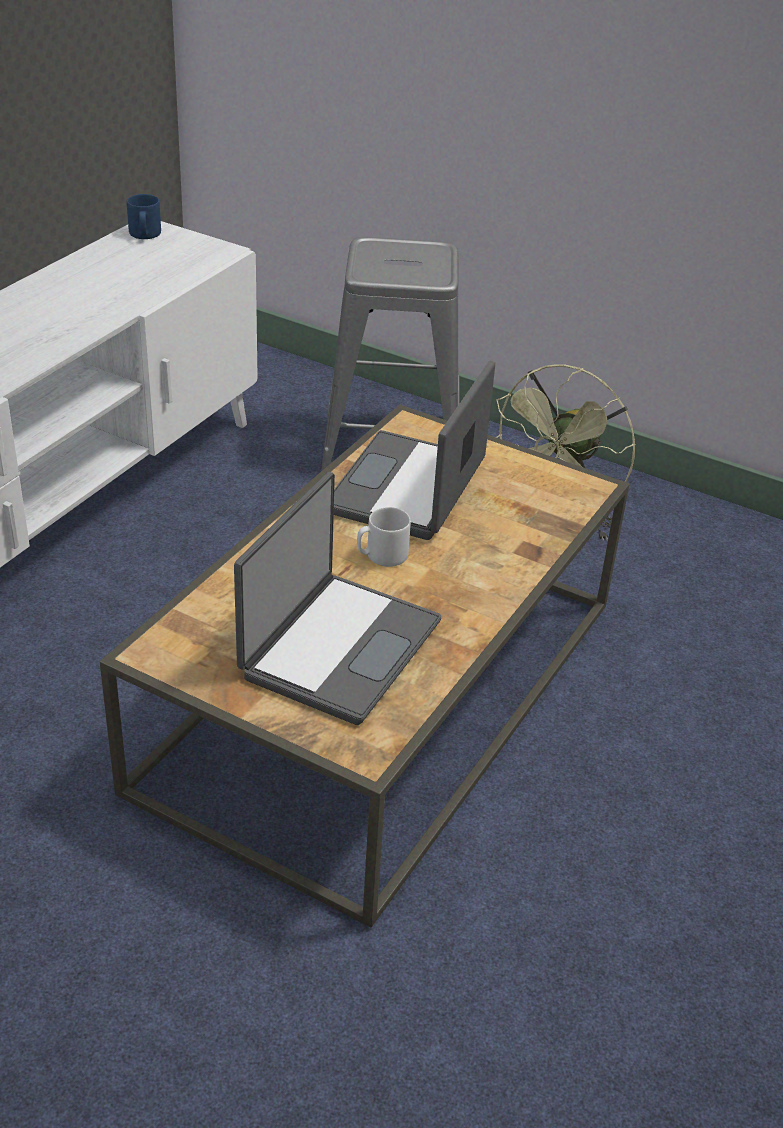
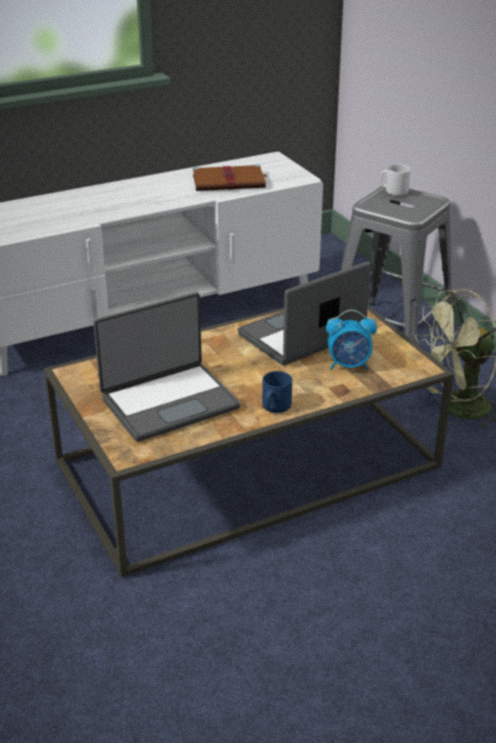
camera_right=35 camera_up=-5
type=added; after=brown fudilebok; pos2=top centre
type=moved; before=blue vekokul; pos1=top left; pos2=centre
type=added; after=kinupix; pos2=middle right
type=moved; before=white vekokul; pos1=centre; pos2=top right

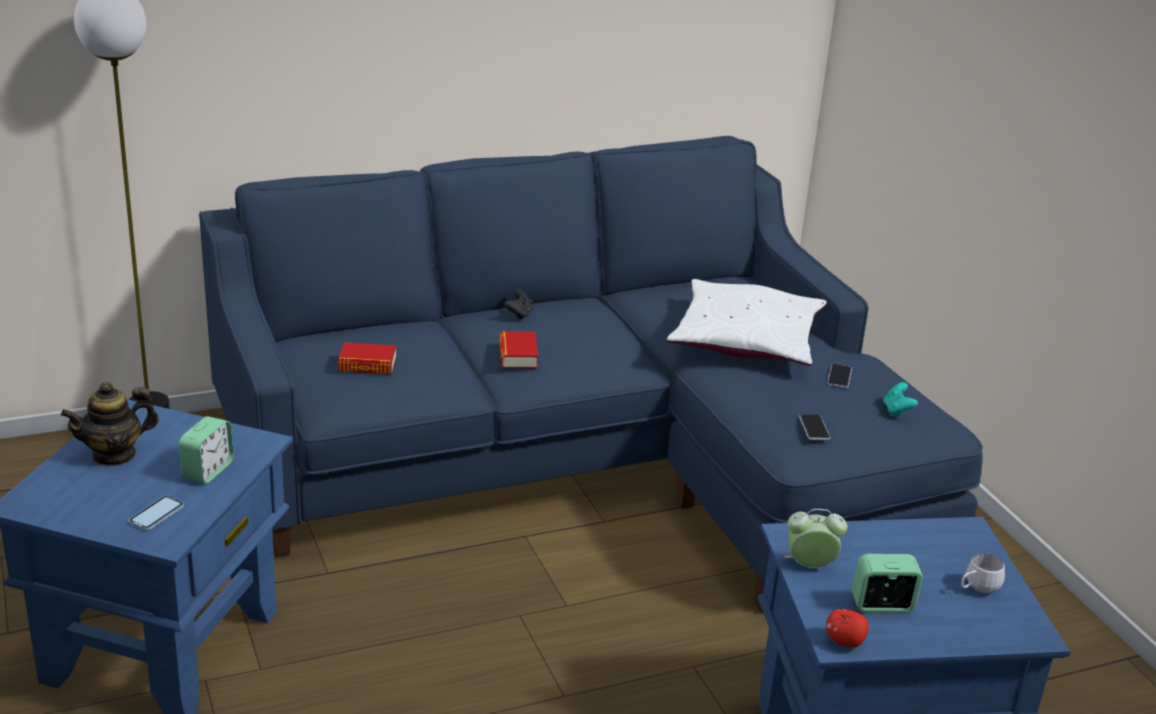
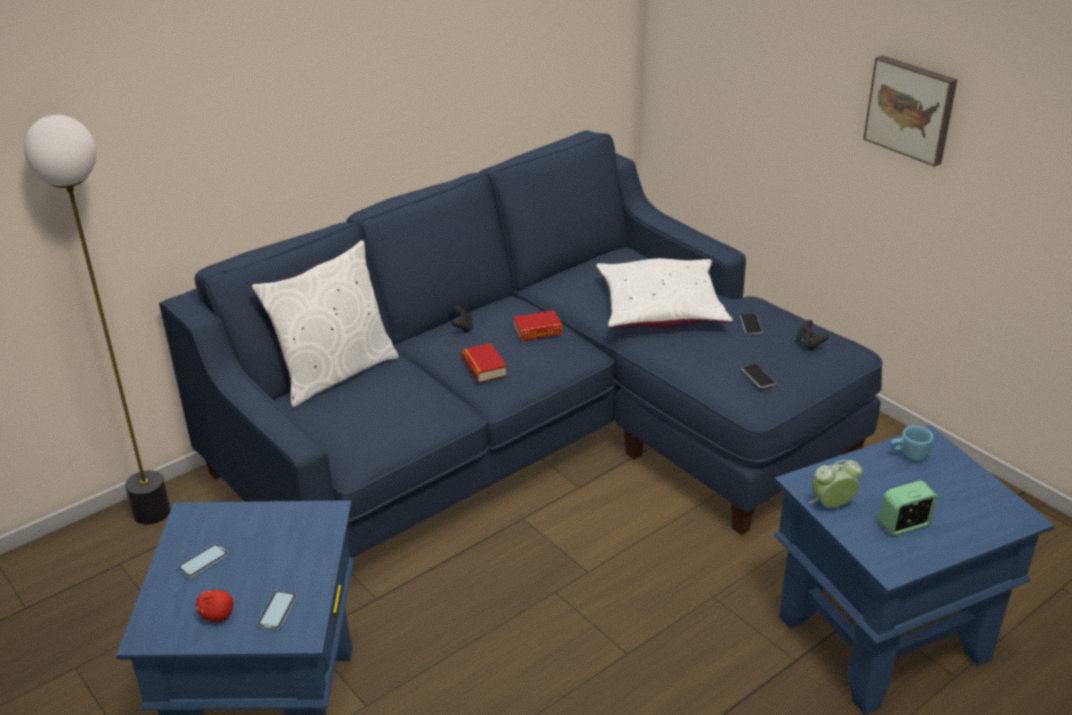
camera_right=-15 camera_up=5
type=replaced; before=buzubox; after=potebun (1st from left); pos1=middle left; pos2=bottom left
type=moved; before=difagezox; pos1=bottom right; pos2=bottom left
type=added; after=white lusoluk (1st from left); pos2=middle left
type=moved; before=fudilebok (1st from left in the first image); after=fudilebok (2nd from left); pos1=middle left; pos2=centre
type=recoloured; before=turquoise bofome; after=black bofome (2nd from left); pos1=middle right; pos2=middle right
type=added; after=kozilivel; pos2=top right
type=added; after=blue vekokul; pos2=middle right
type=removed; before=kinupix (1st from left); pos1=middle left
type=removed; before=white vekokul; pos1=bottom right

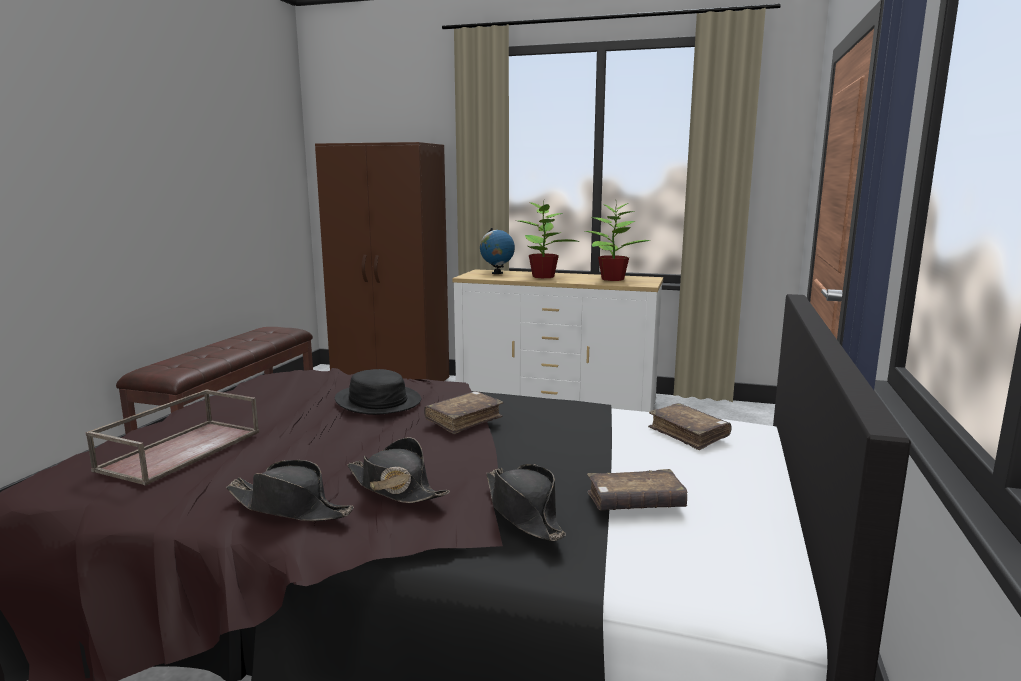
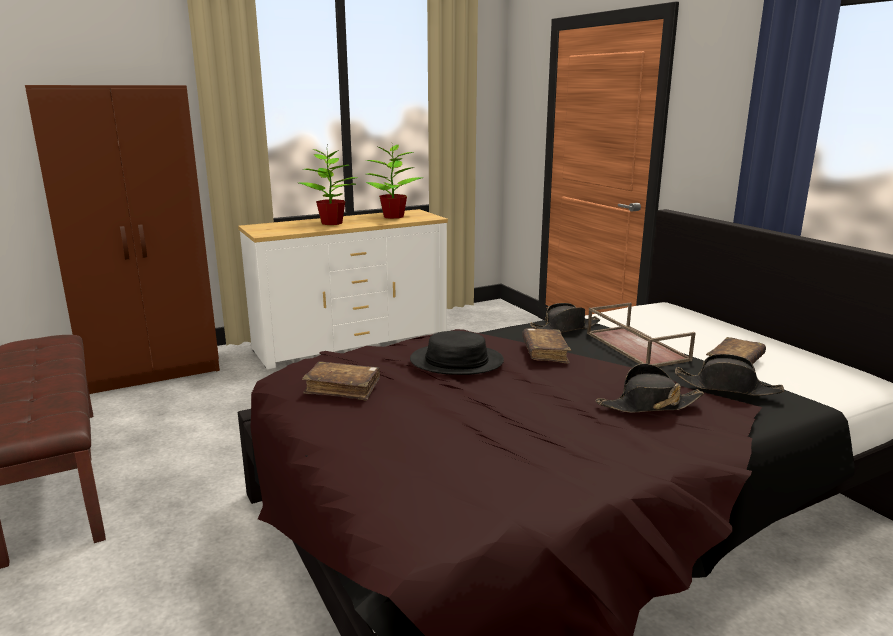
camera_right=-45 camera_up=5
type=moved; before=brown fudilebok (3rd from left in the first image); after=brown fudilebok (1st from left); pos1=middle right; pos2=centre
type=moved; before=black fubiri (1st from left in the first image); after=black fubiri (2nd from left); pos1=bottom left; pos2=centre
type=moved; before=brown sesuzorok; pos1=middle left; pos2=middle right
type=removed; before=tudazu; pos1=centre

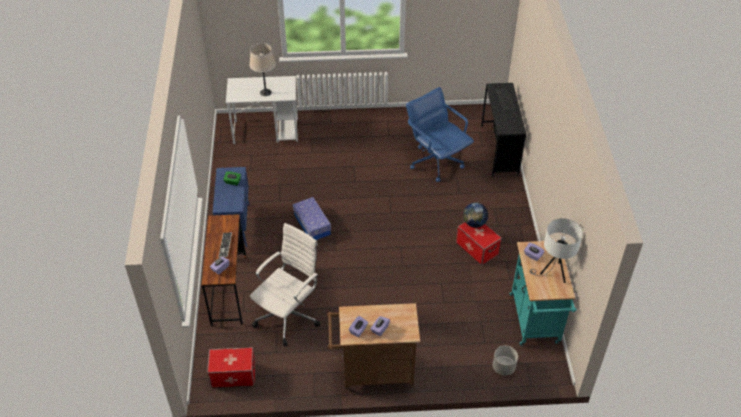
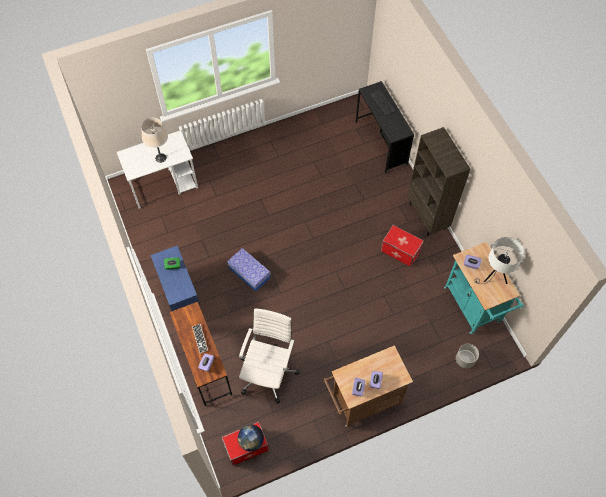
camera_right=-20 camera_up=15
type=moved; before=tudazu; pos1=centre; pos2=bottom centre
type=added; after=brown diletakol; pos2=middle right
type=removed; before=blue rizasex; pos1=top centre

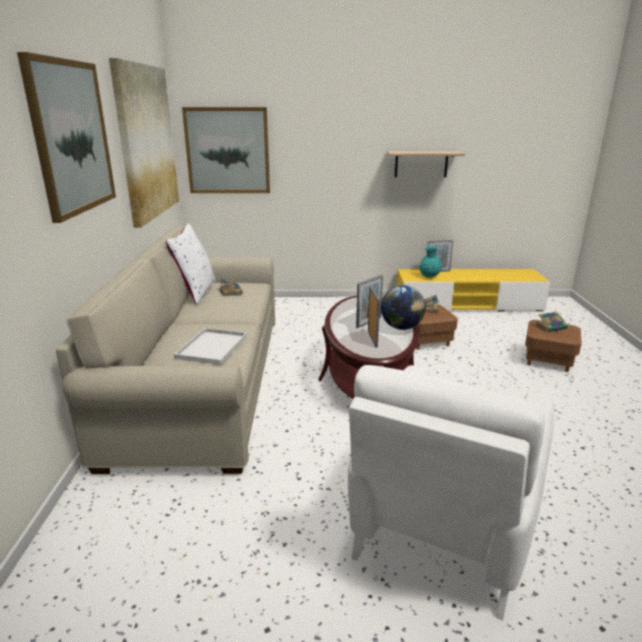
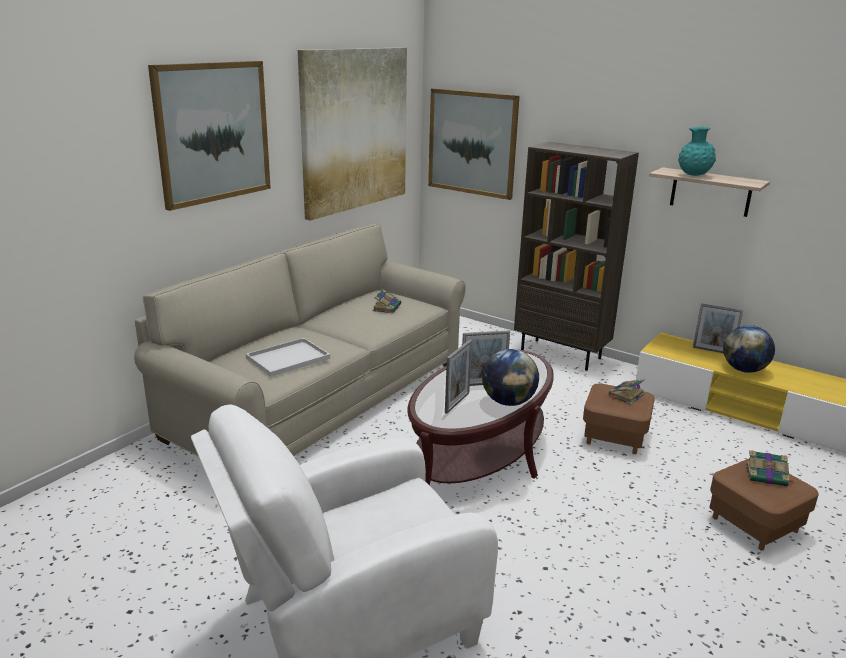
camera_right=35 camera_up=0
type=added; after=brown diletakol; pos2=middle right
type=moved; before=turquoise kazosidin; pos1=middle right; pos2=top right
type=added; after=tudazu (2nd from left); pos2=middle right
type=removed; before=white lusoluk; pos1=middle left

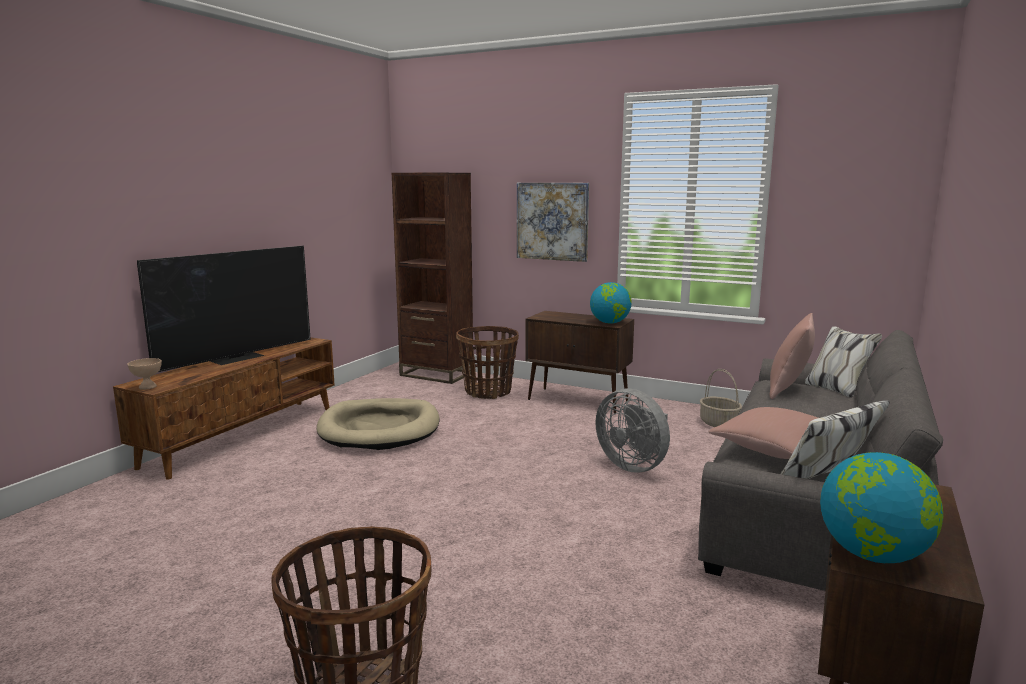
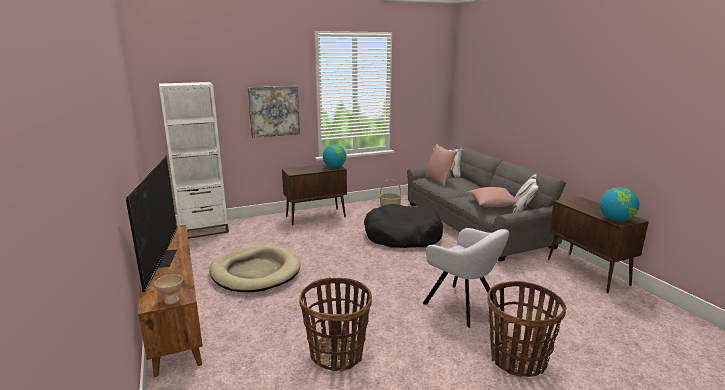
camera_right=-50 camera_up=5
type=recoloured; before=brown diletakol; after=white diletakol; pos1=centre; pos2=middle left
type=moved; before=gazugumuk (2nd from left in the first image); after=gazugumuk (1st from left); pos1=centre; pos2=bottom centre
type=replaced; before=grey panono; after=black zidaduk; pos1=centre; pos2=centre
type=added; after=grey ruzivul; pos2=bottom centre

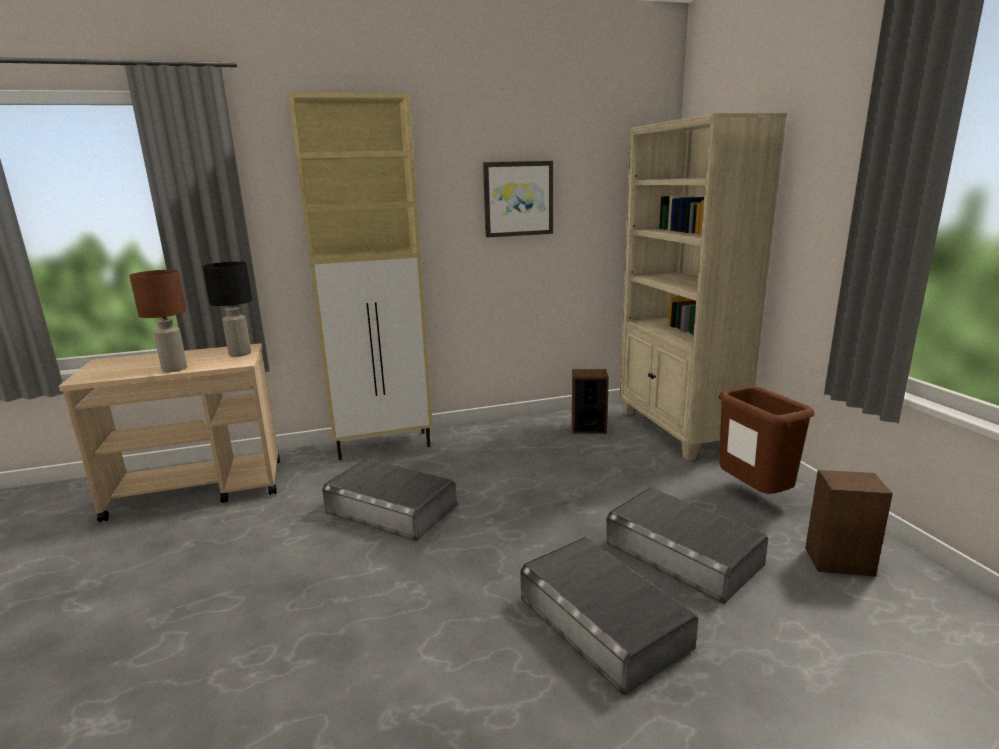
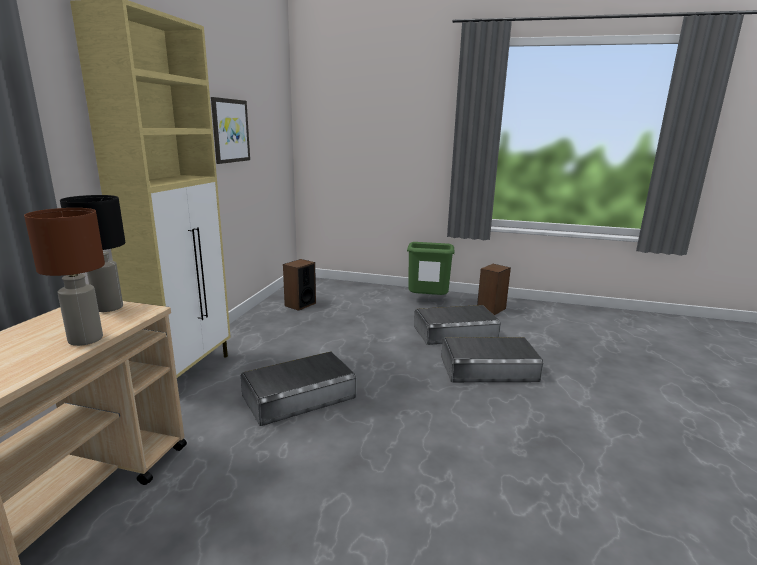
camera_right=-60 camera_up=0
type=recoloured; before=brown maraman; after=green maraman; pos1=middle right; pos2=centre
type=removed; before=beige diletakol; pos1=middle right

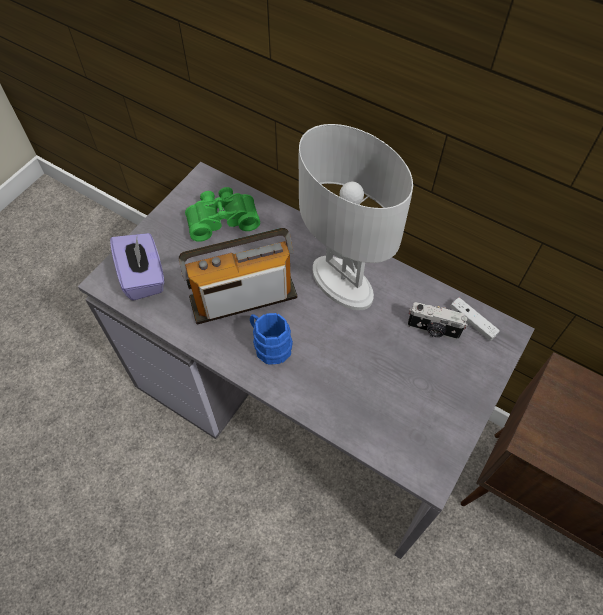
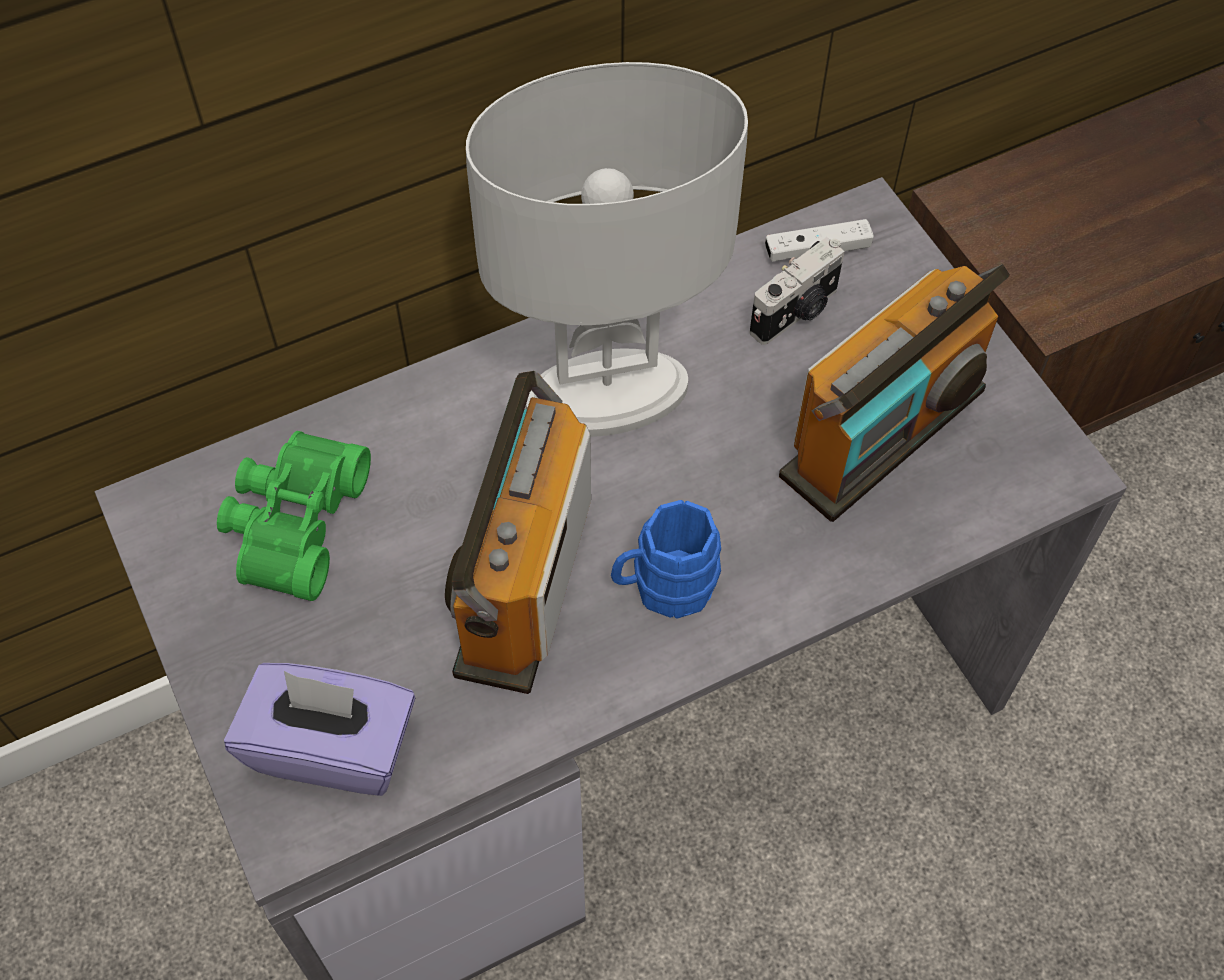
camera_right=-60 camera_up=0
type=added; after=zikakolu (2nd from left); pos2=middle right

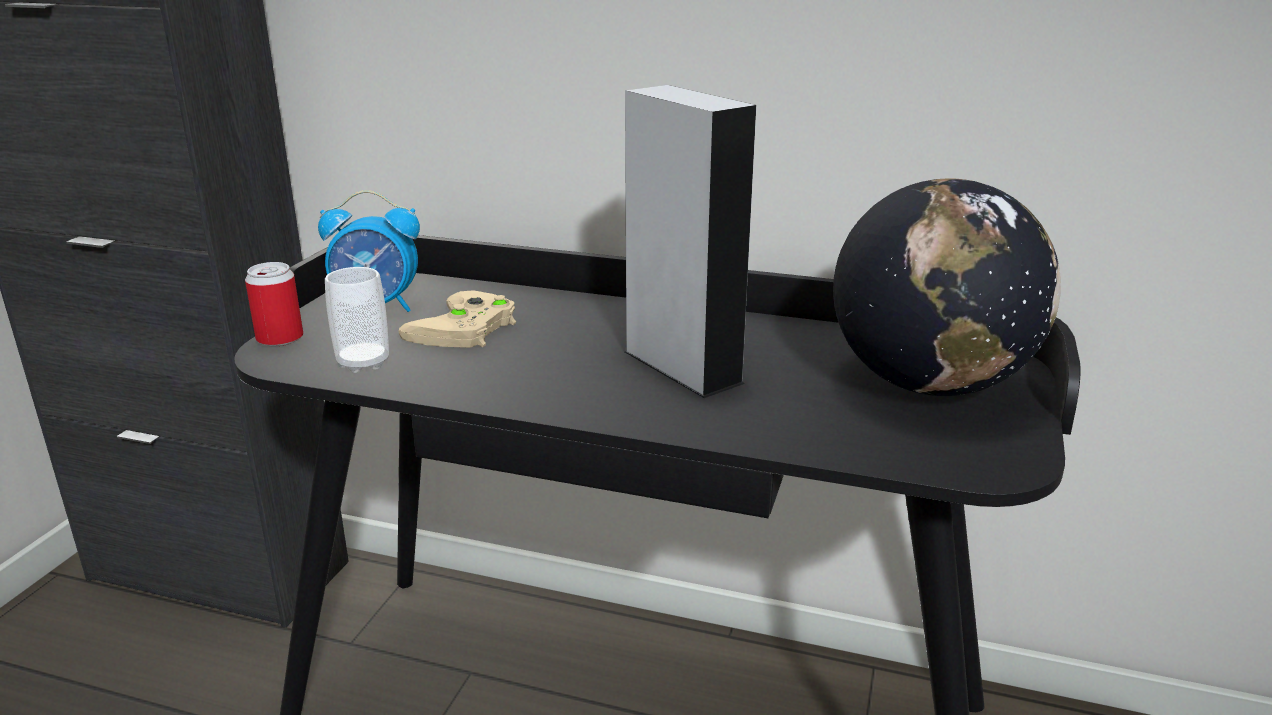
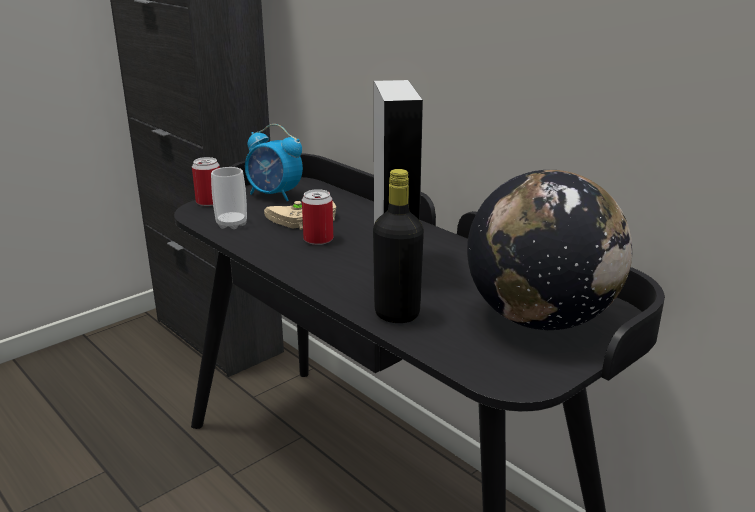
camera_right=30 camera_up=0
type=added; after=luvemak (2nd from left); pos2=centre
type=added; after=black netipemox; pos2=centre

